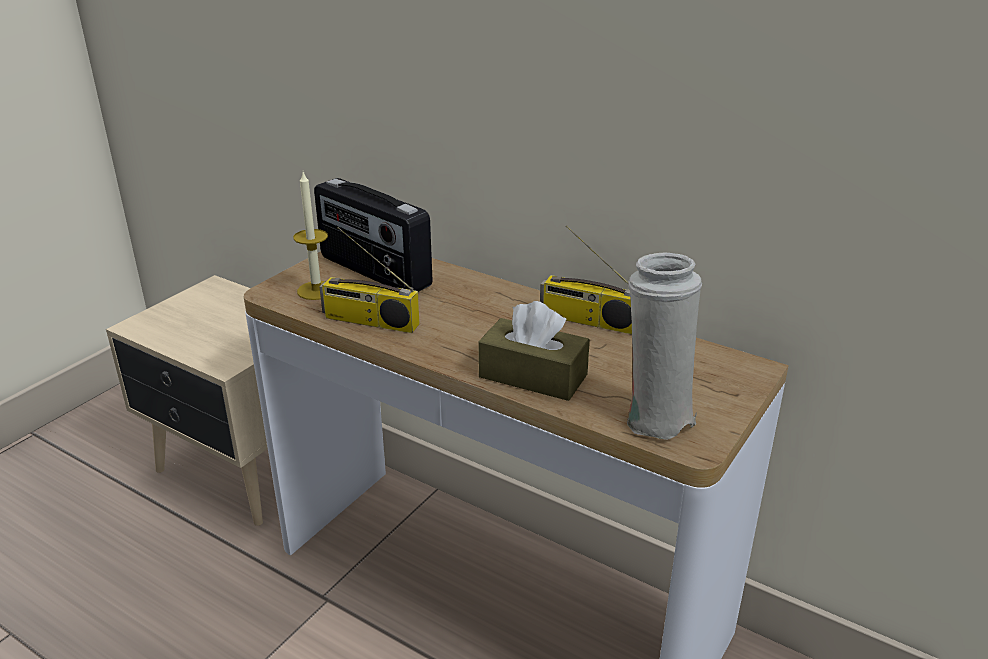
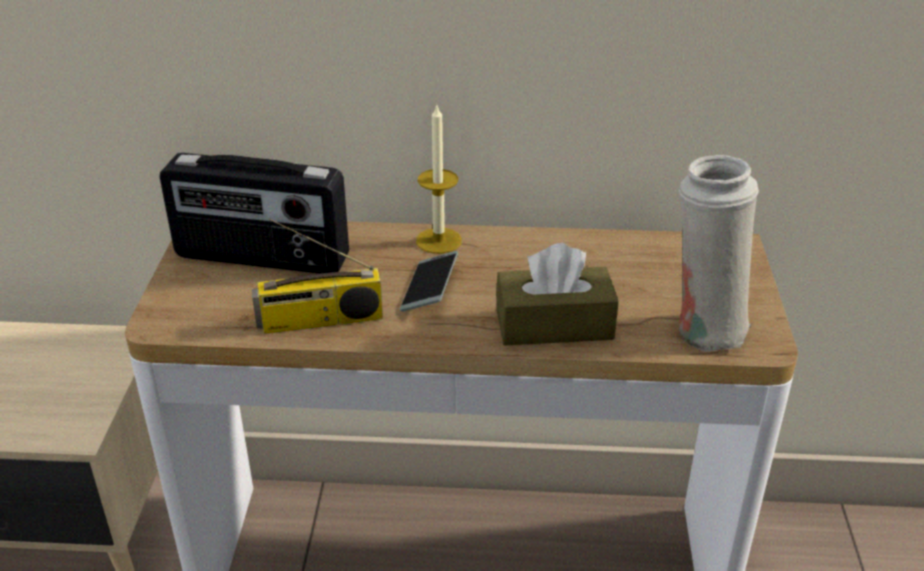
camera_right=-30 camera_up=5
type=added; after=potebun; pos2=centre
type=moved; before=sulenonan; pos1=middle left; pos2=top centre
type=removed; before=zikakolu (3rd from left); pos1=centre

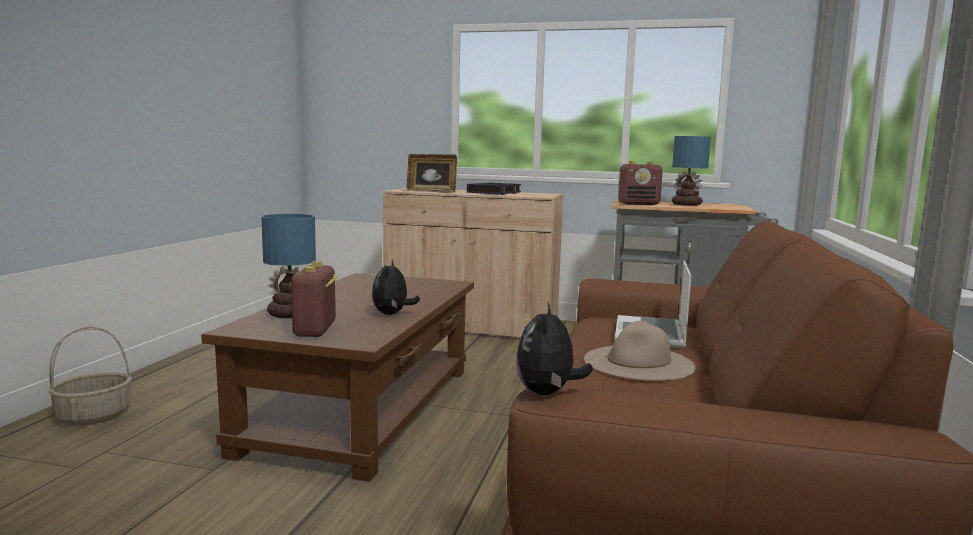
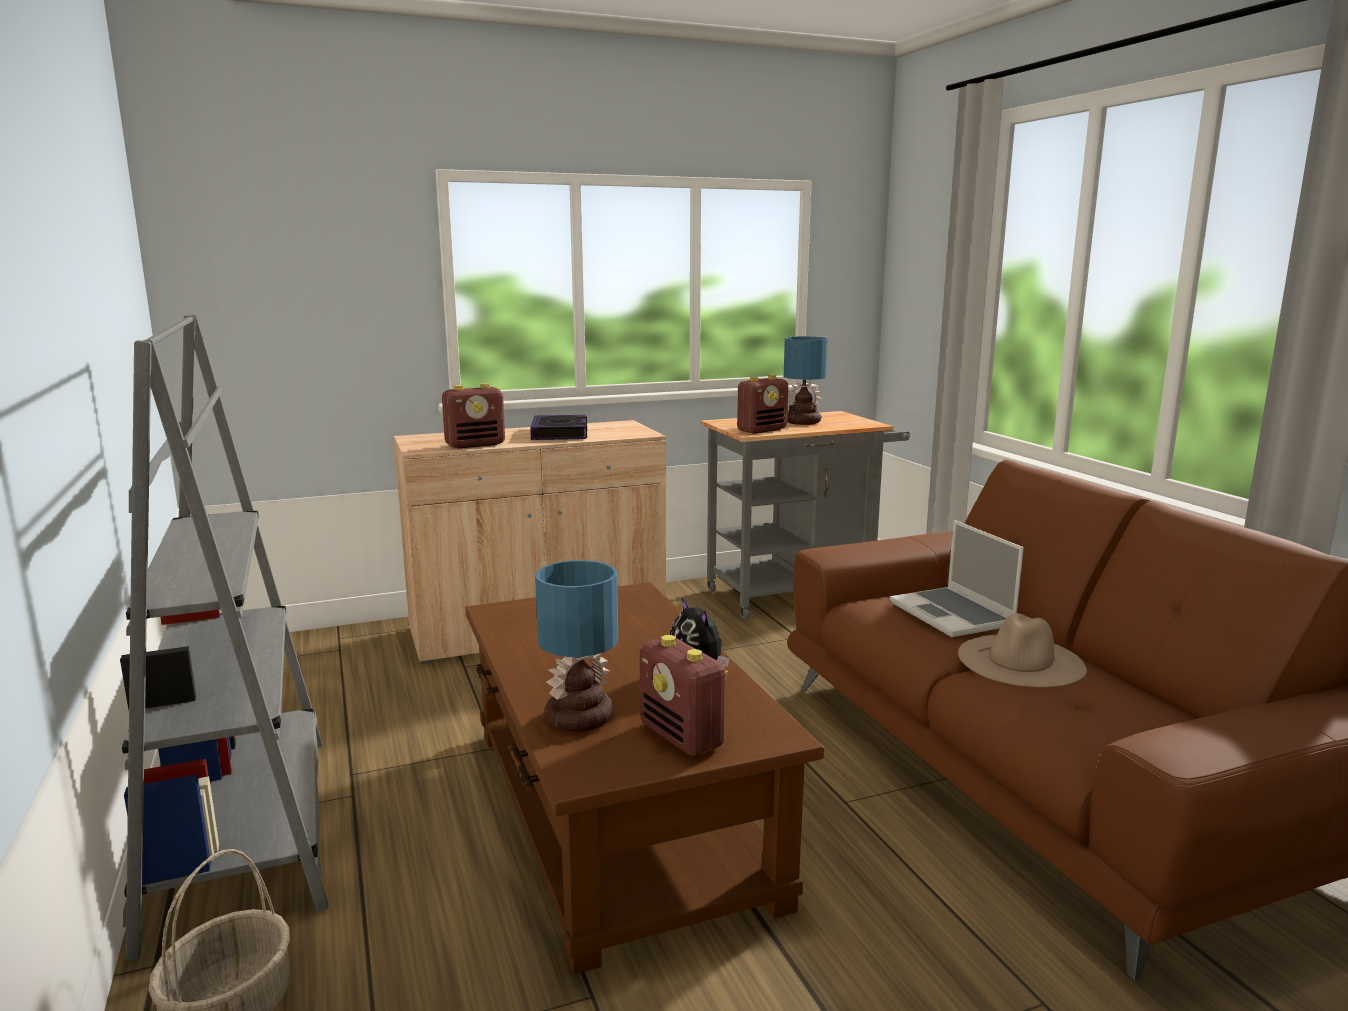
camera_right=-35 camera_up=5
type=added; after=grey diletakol; pos2=middle left
type=replaced; before=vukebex; after=zikakolu (1st from left); pos1=top centre; pos2=centre
type=removed; before=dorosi (2nd from left); pos1=centre

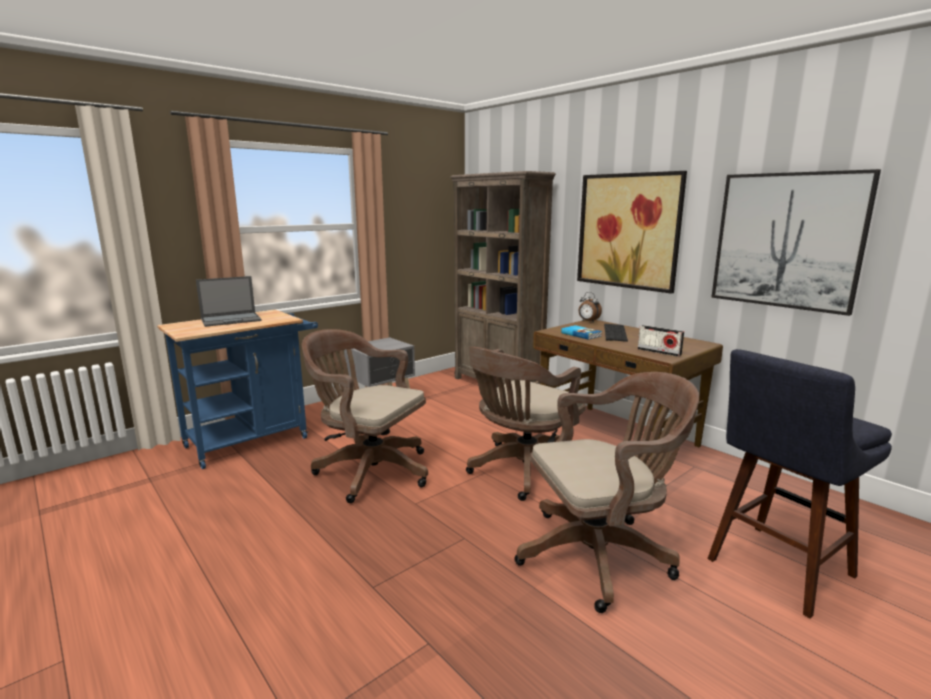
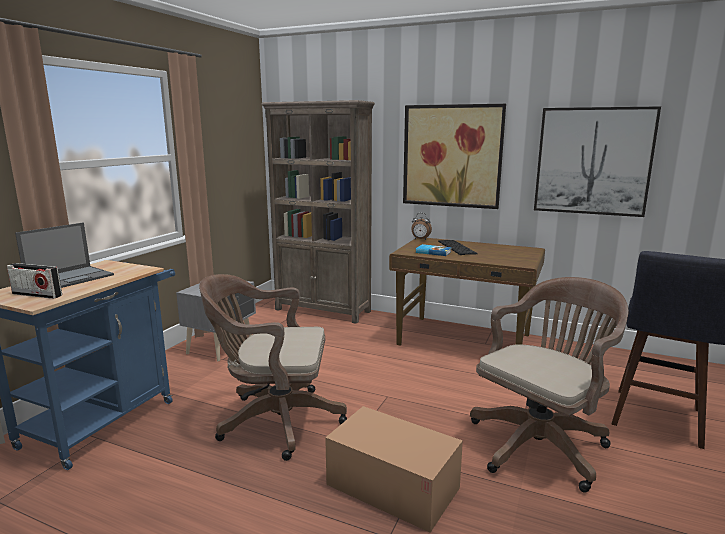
camera_right=-25 camera_up=0
type=moved; before=zikakolu; pos1=middle right; pos2=middle left
type=added; after=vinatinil; pos2=bottom centre
type=removed; before=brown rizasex (2nd from left); pos1=centre

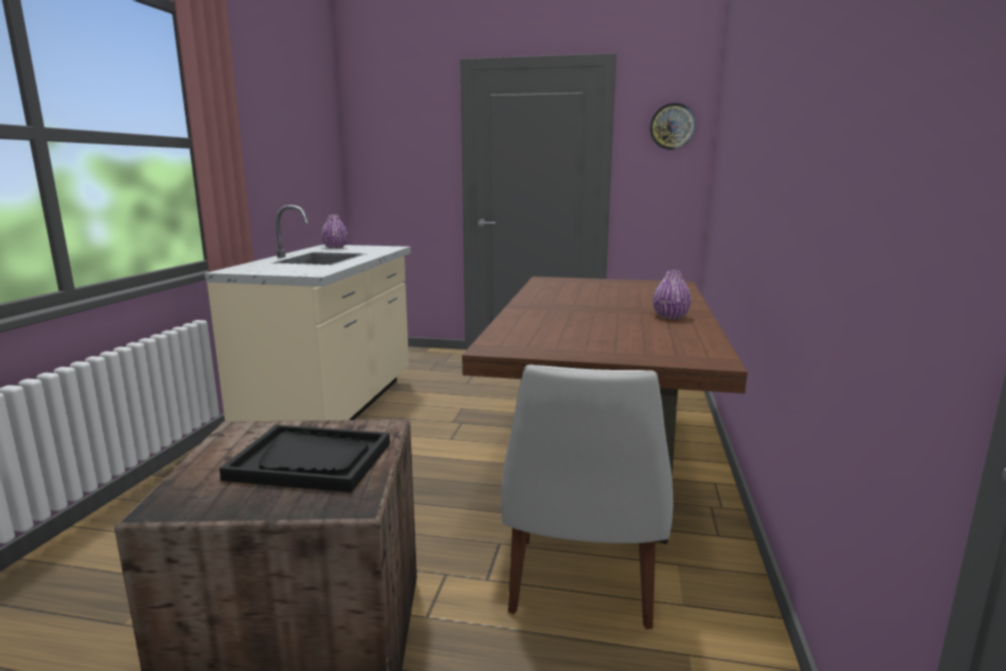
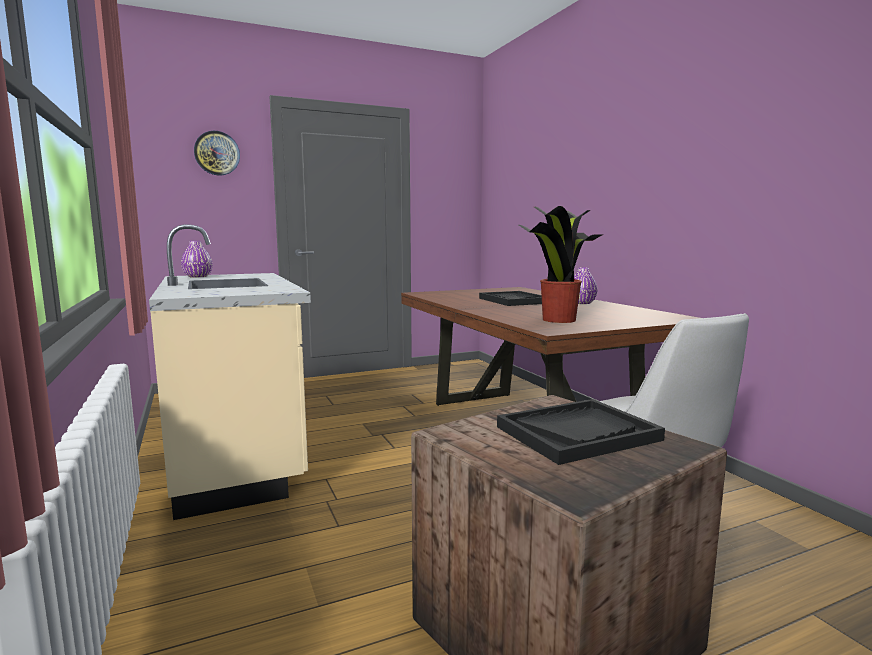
camera_right=-35 camera_up=-5
type=moved; before=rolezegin; pos1=top right; pos2=top left
type=added; after=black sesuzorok (1st from left); pos2=centre
type=added; after=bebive; pos2=centre

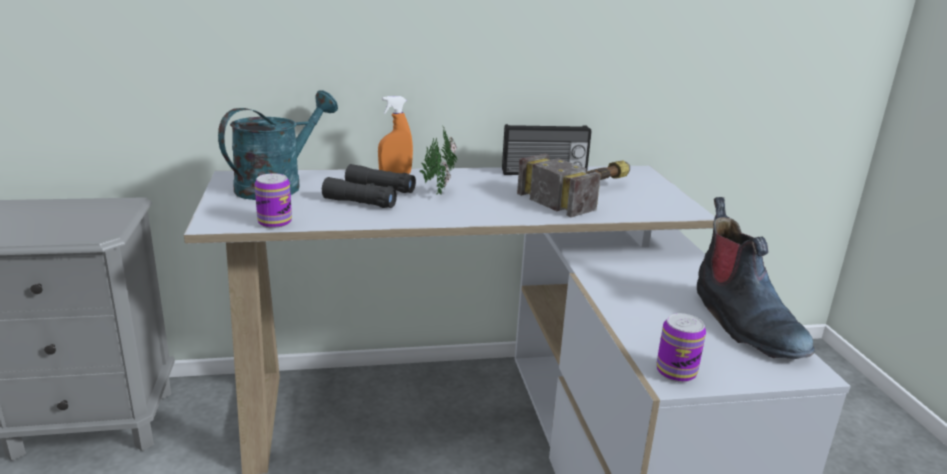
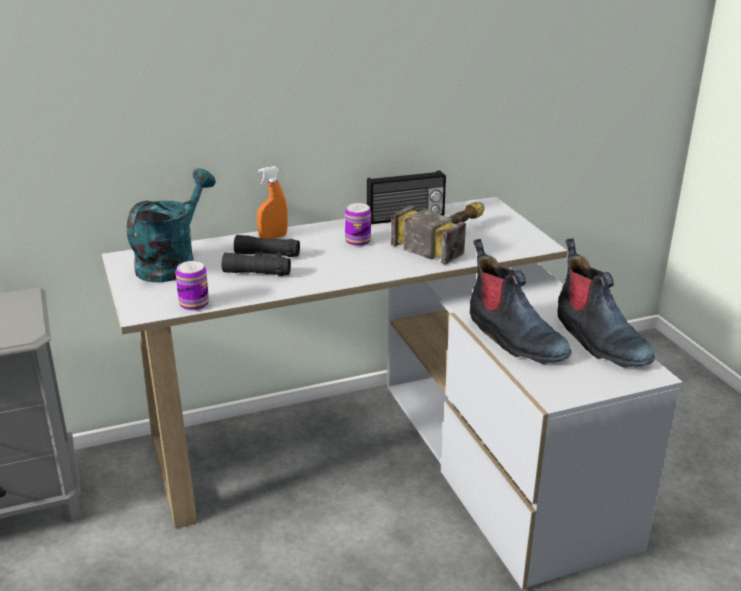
camera_right=-10 camera_up=5
type=moved; before=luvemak (2nd from left); pos1=bottom right; pos2=centre
type=added; after=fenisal (1st from left); pos2=middle right
type=removed; before=bebive; pos1=centre

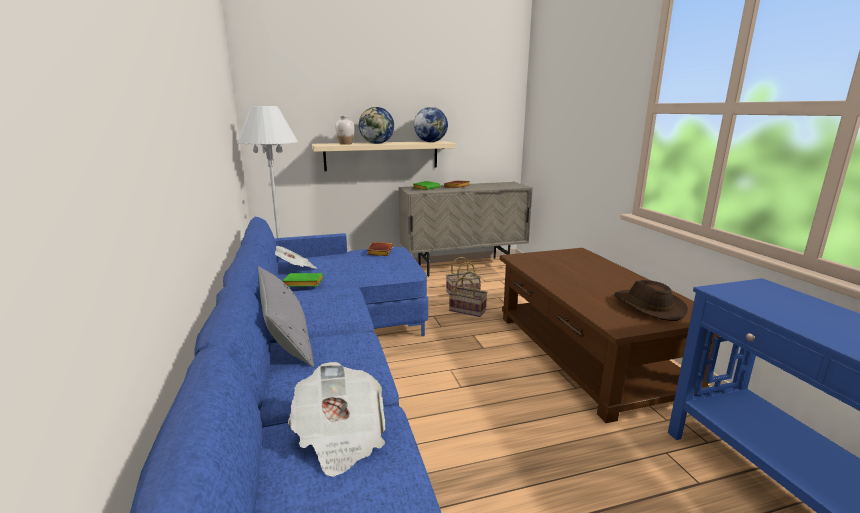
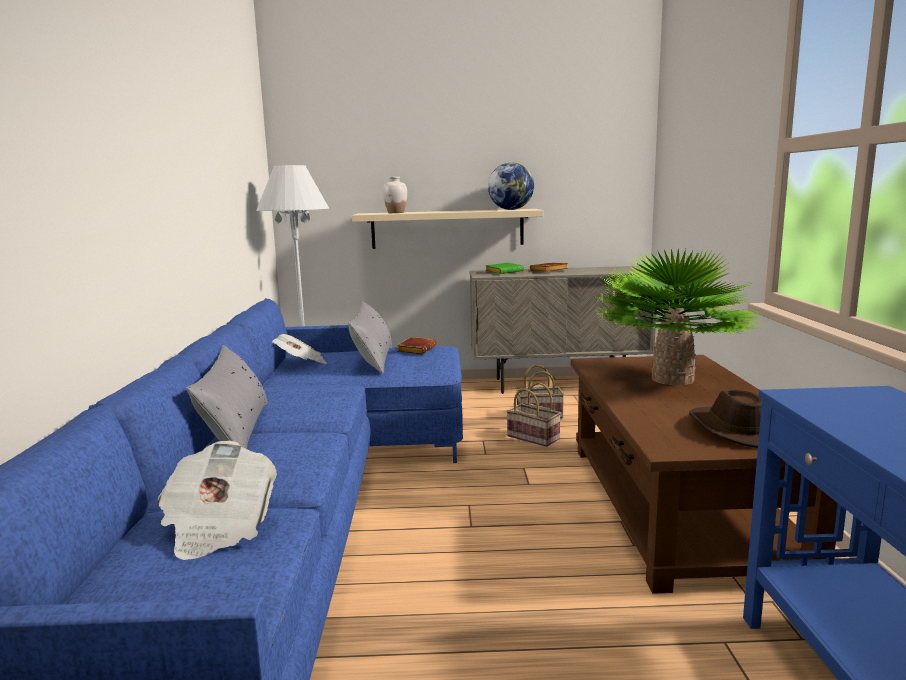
camera_right=15 camera_up=-5
type=added; after=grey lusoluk (2nd from left); pos2=centre
type=added; after=bebive; pos2=middle right
type=removed; before=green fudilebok (1st from left); pos1=centre
type=removed; before=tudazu (1st from left); pos1=top centre

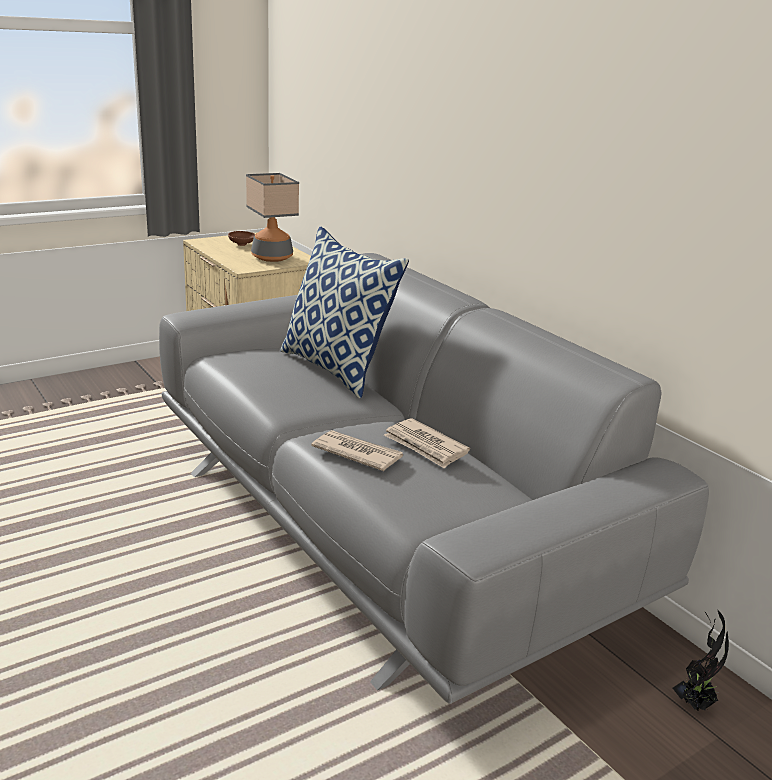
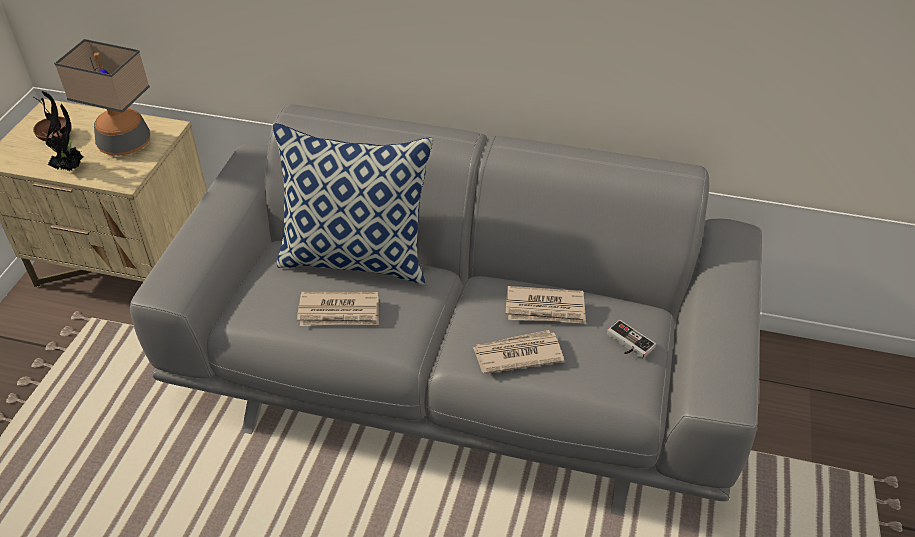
camera_right=-40 camera_up=20
type=moved; before=bebive; pos1=bottom right; pos2=top left
type=added; after=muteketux (1st from left); pos2=centre
type=added; after=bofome; pos2=middle right

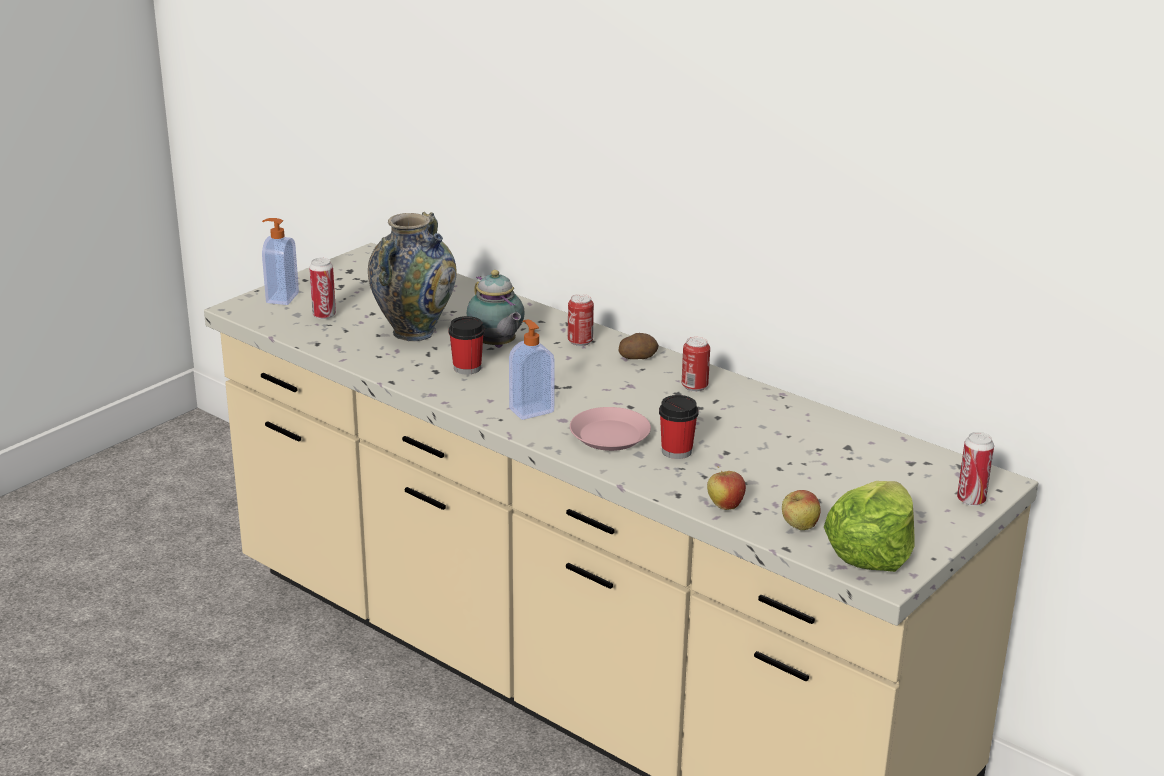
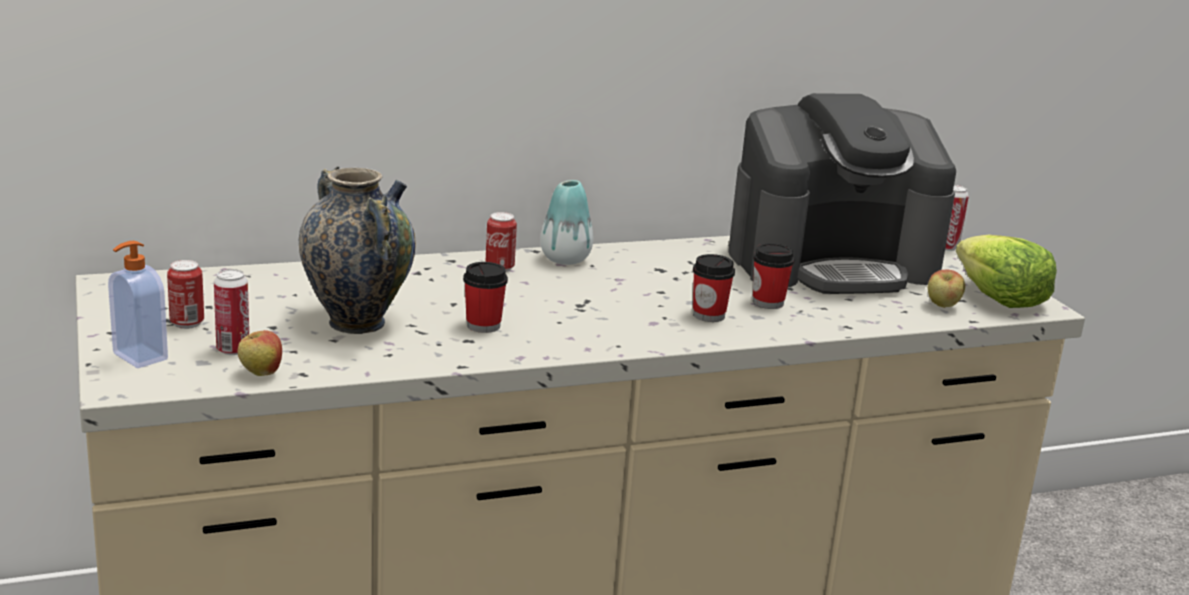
camera_right=-60 camera_up=-5
type=moved; before=luvemak (3rd from left in the first image); after=luvemak (1st from left); pos1=centre; pos2=middle left
type=moved; before=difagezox (1st from left); pos1=centre; pos2=middle left
type=replaced; before=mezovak; after=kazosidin (2nd from left); pos1=centre; pos2=centre
type=replaced; before=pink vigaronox; after=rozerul (2nd from left); pos1=centre; pos2=centre
type=added; after=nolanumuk; pos2=top right
type=removed; before=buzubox; pos1=centre
type=removed; before=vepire (2nd from left); pos1=centre

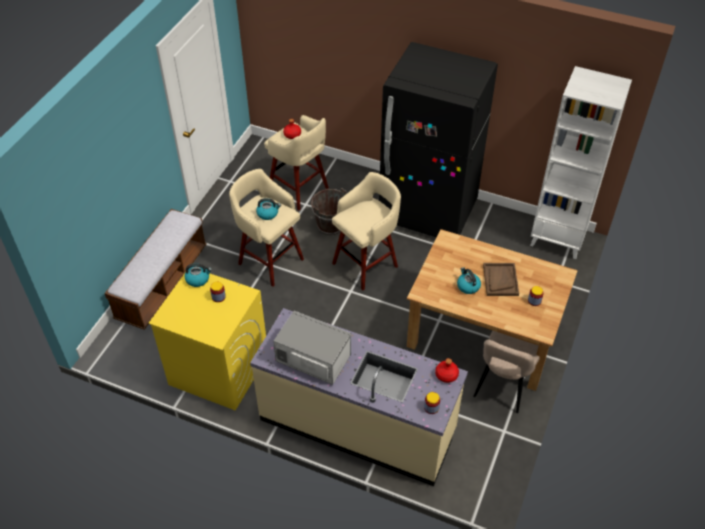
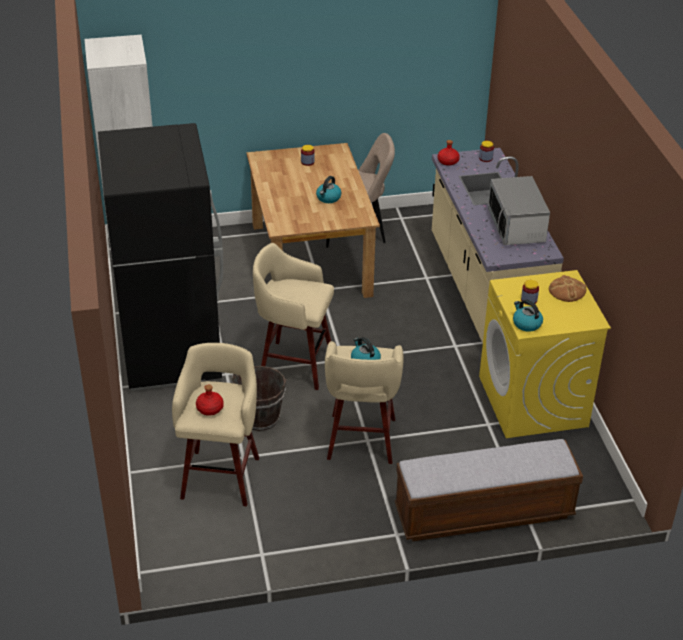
camera_right=-125 camera_up=-10
type=added; after=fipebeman; pos2=middle right
type=removed; before=brown sesuzorok; pos1=middle right

